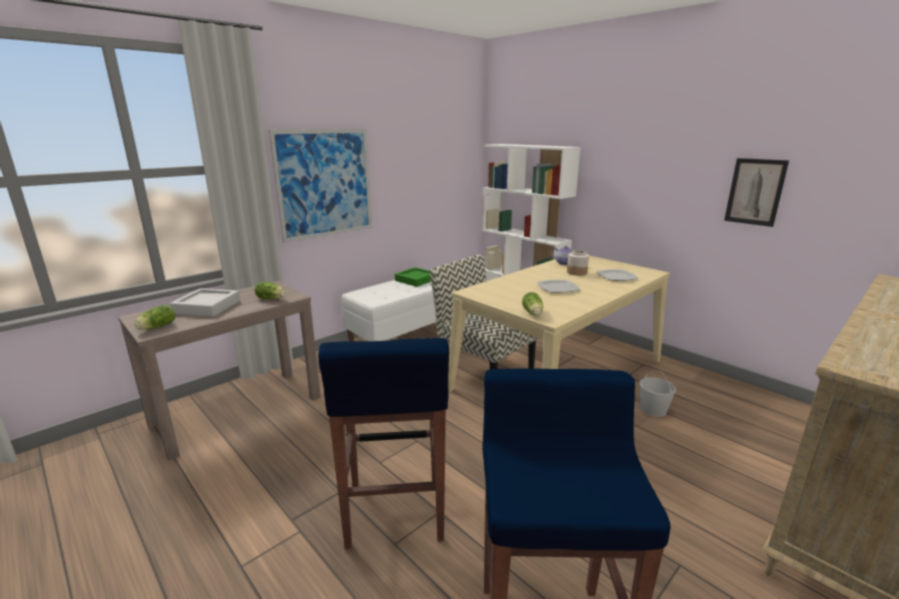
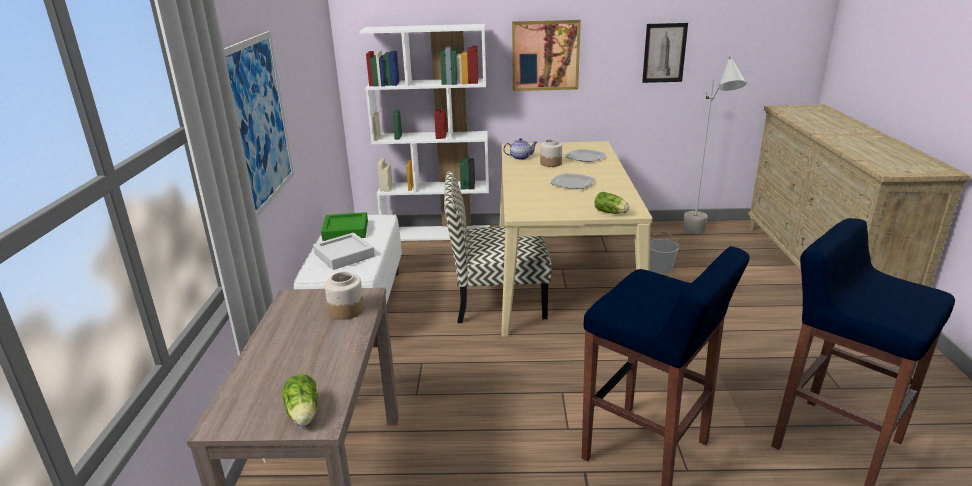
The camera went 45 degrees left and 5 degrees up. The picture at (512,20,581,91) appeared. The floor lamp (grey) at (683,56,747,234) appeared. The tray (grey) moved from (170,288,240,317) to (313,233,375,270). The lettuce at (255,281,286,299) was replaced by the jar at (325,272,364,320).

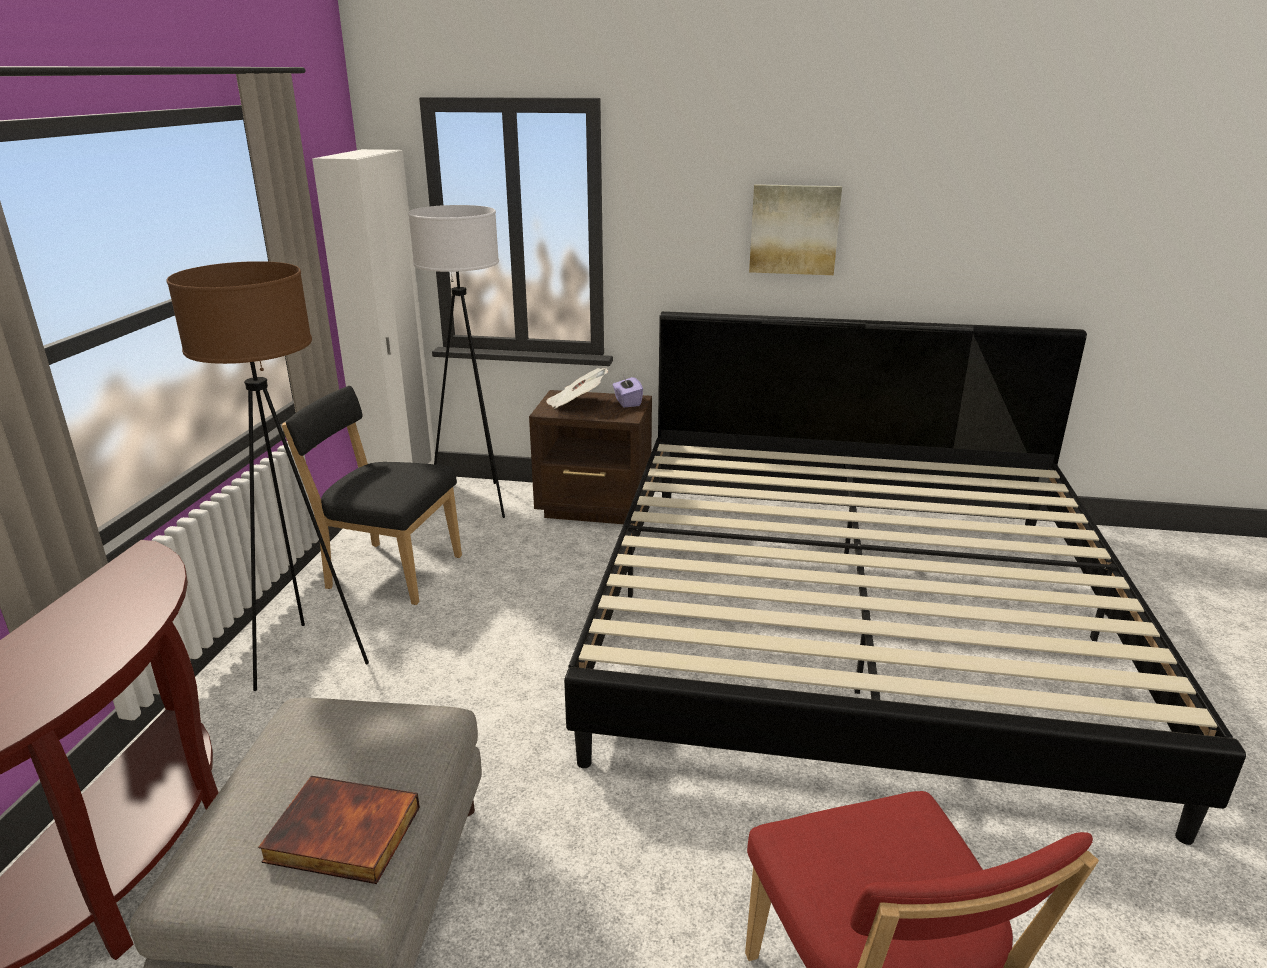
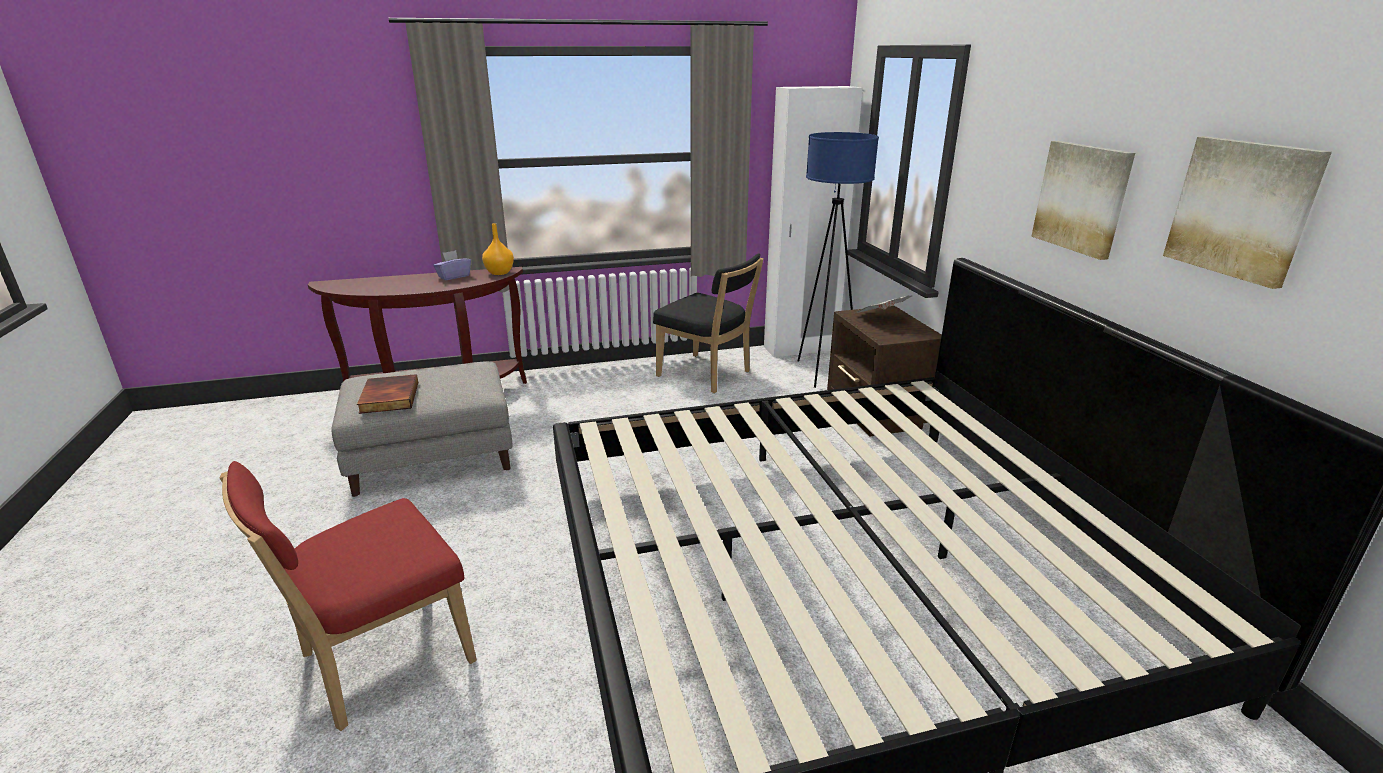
The camera went 65 degrees right and 0 degrees up. The floor lamp (brown) at (167,261,369,691) disappeared. The vase (orange) at (482,223,514,275) appeared. The picture at (1163,136,1332,289) appeared. The tissue box (purple) moved from (613,375,643,407) to (433,250,471,280). The floor lamp (white) at (408,205,505,518) became the floor lamp (blue) at (797,132,879,388). The chair (black) at (282,386,462,605) turned 135 degrees clockwise.

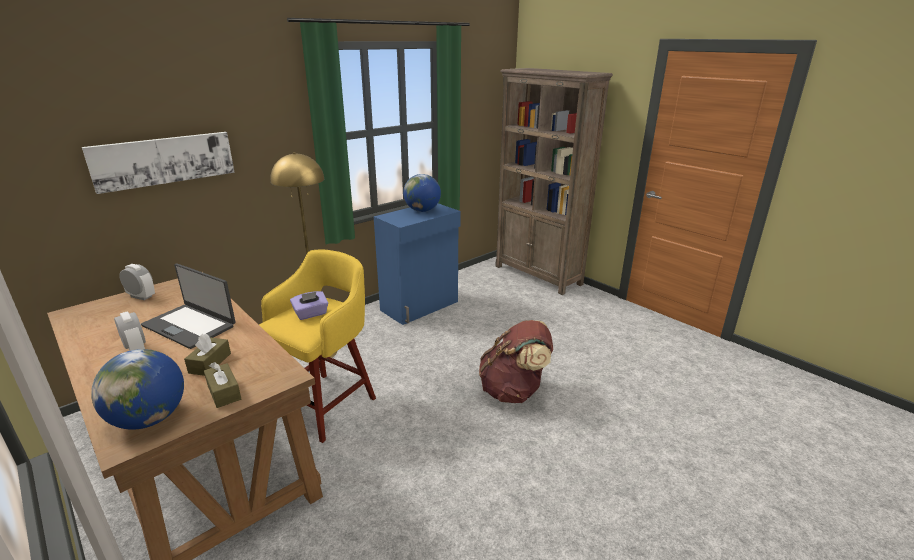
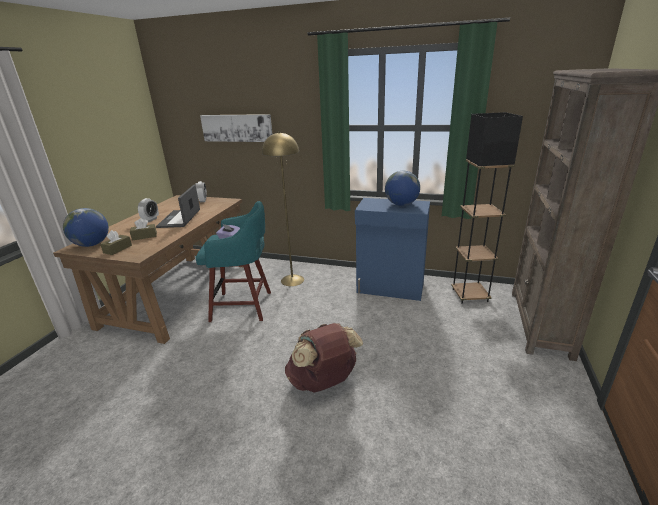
The camera went 60 degrees right and 0 degrees up. The floor lamp (black) at (451,112,523,304) appeared. The stool (yellow) at (259,250,376,443) became the stool (turquoise) at (195,201,271,322).

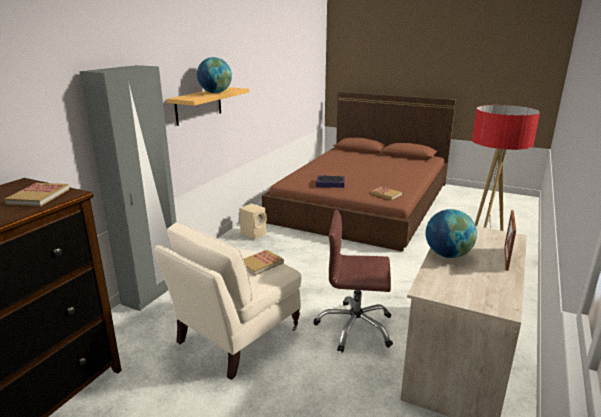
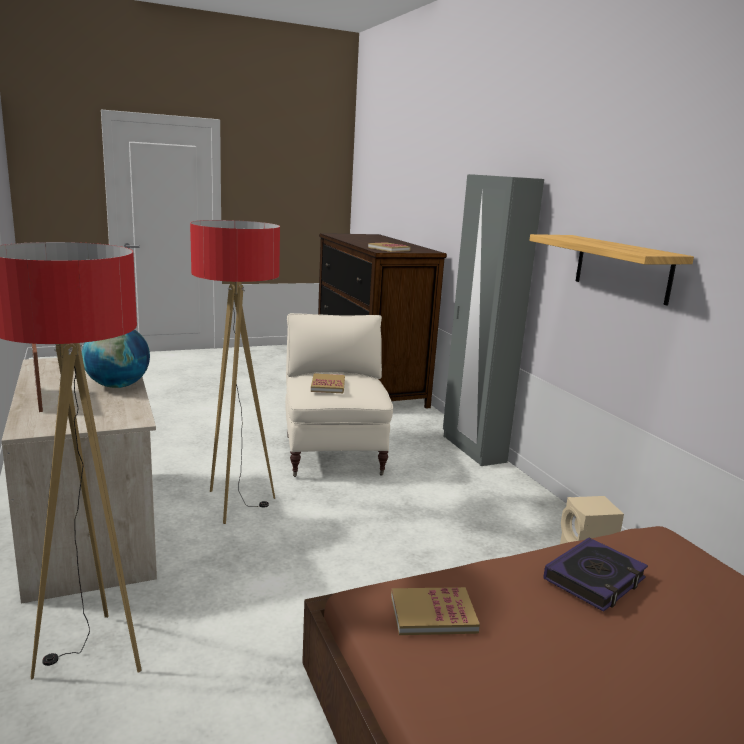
The camera went 130 degrees right and 5 degrees down. The globe at (197,57,232,93) disappeared. The office chair (brown) at (313,210,393,353) was replaced by the floor lamp at (190,220,280,524).

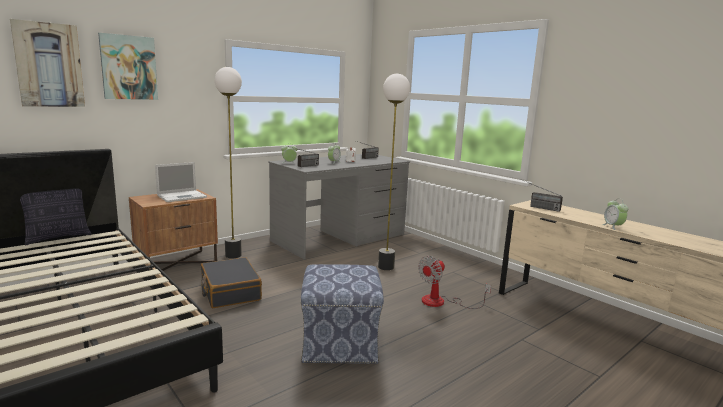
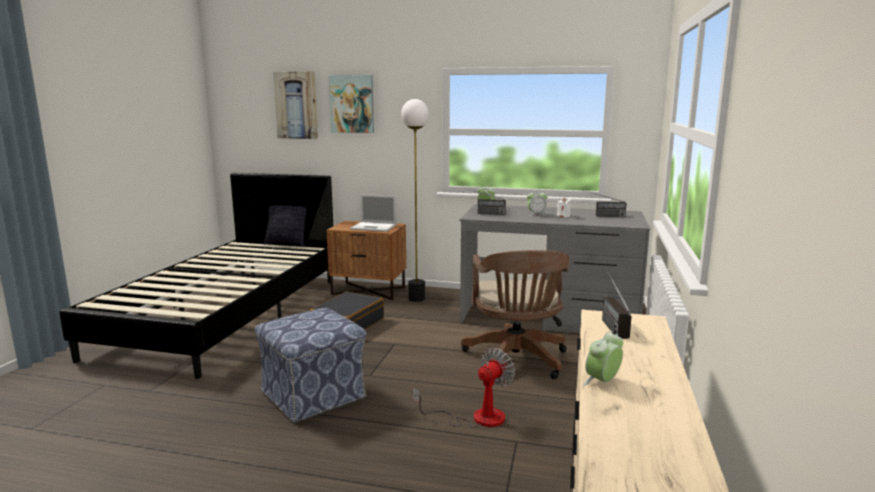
The camera went 55 degrees right and 0 degrees up. The floor lamp at (378,73,410,270) was replaced by the office chair (brown) at (461,250,570,379). The fan at (418,256,491,309) turned 120 degrees clockwise.

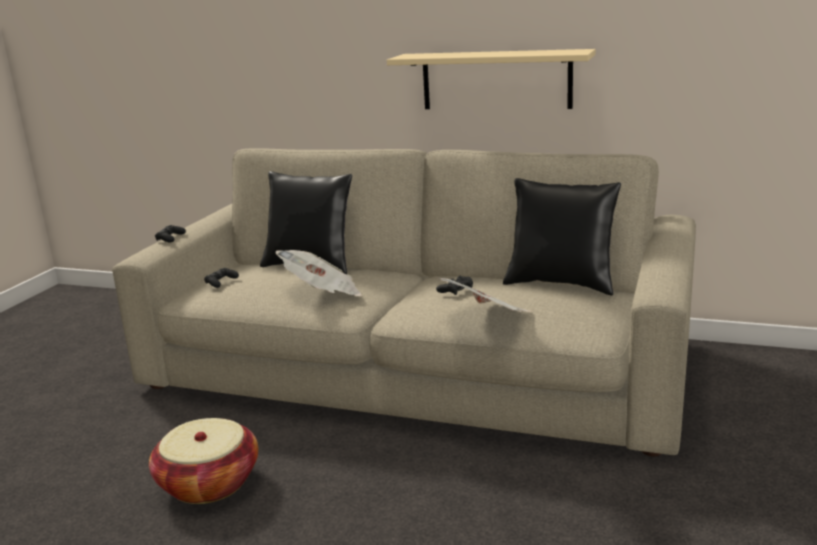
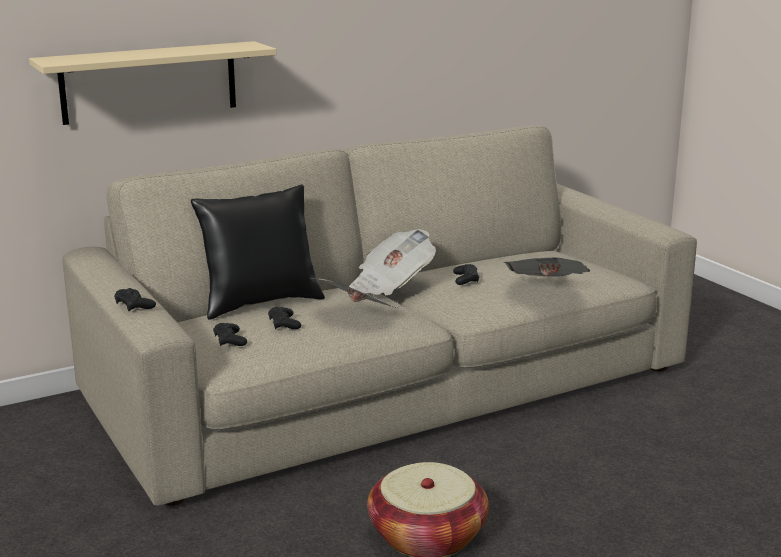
The camera went 50 degrees left and 0 degrees up. The pillow (black) at (503,178,621,295) disappeared. The game controller (black) at (268,307,301,329) appeared. The newspaper at (349,229,436,295) appeared. The shelf (beige) moved from (387,49,596,109) to (29,41,276,125).

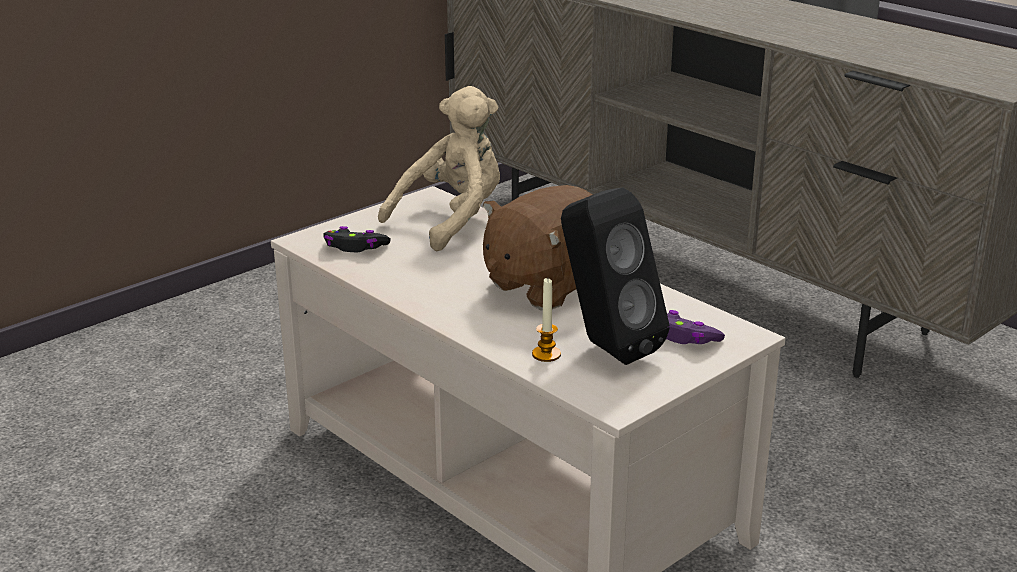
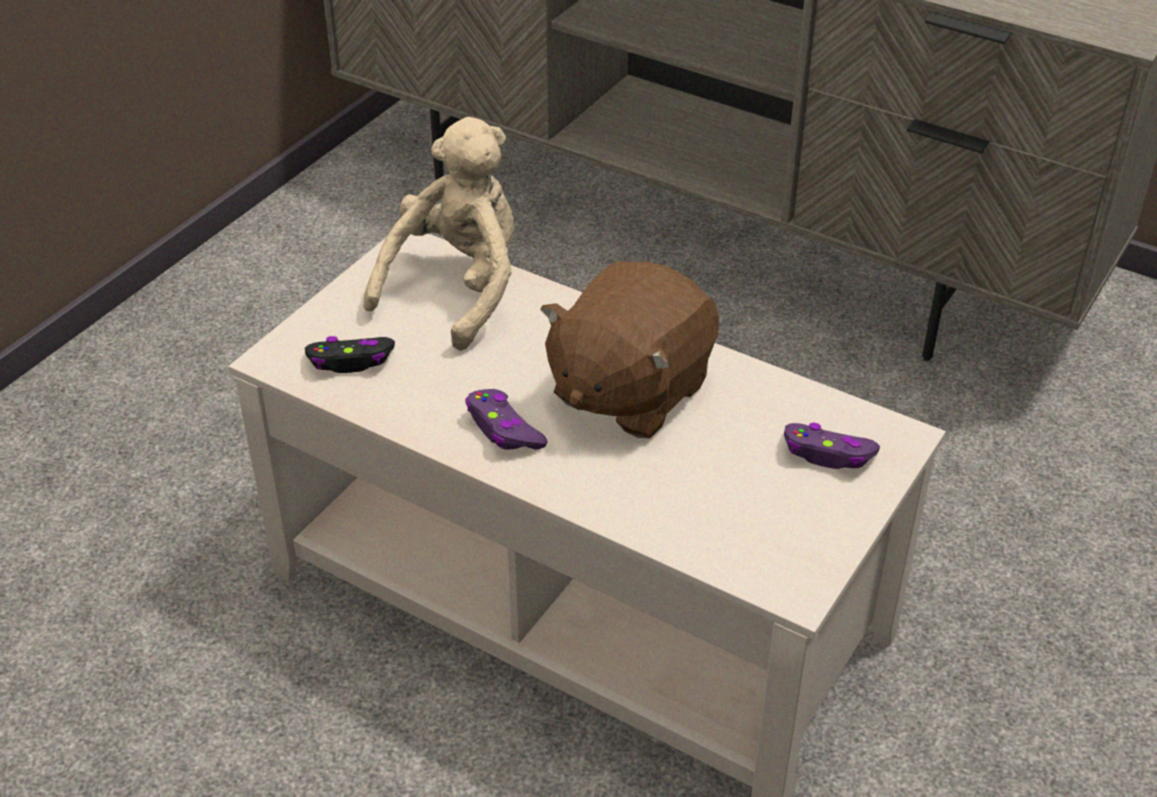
The camera went 15 degrees left and 15 degrees up. The candle at (532,278,561,362) disappeared. The speaker (black) at (561,187,669,365) disappeared. The game controller (purple) at (465,389,548,450) appeared.

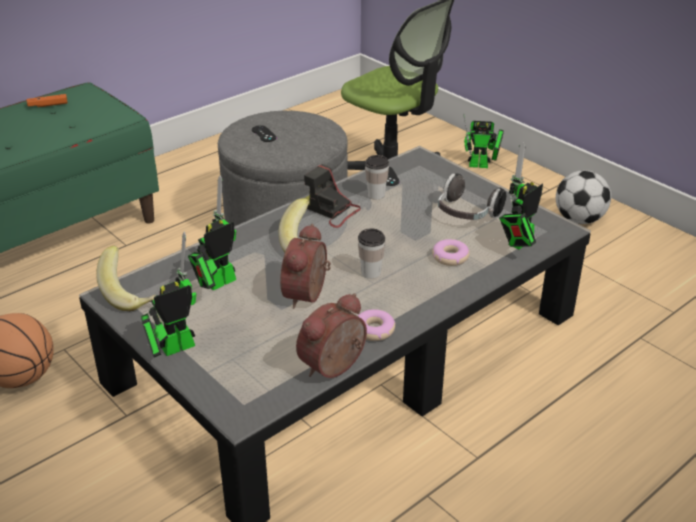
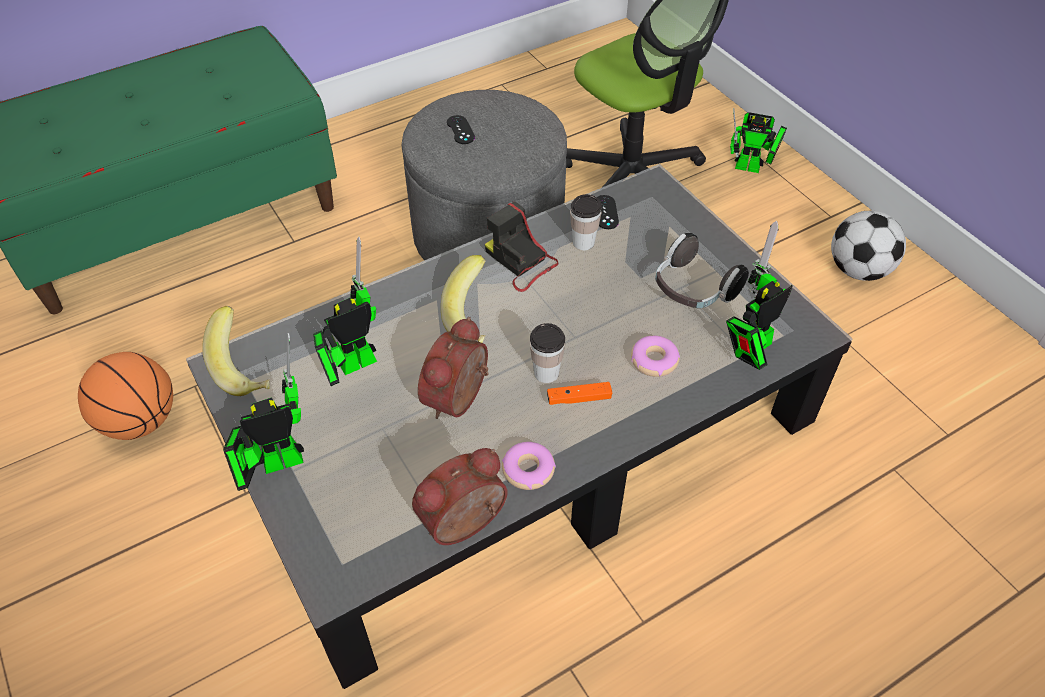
The camera went 10 degrees right and 15 degrees up. The game controller (orange) moved from (27,94,68,107) to (547,382,612,405).

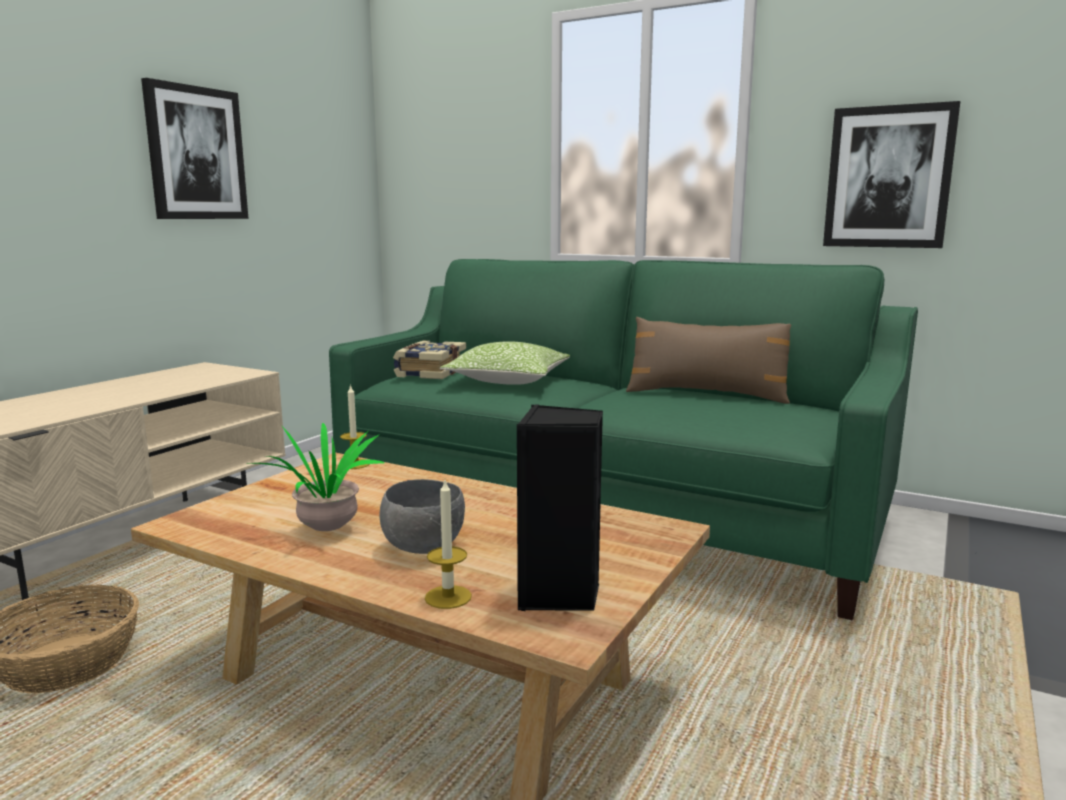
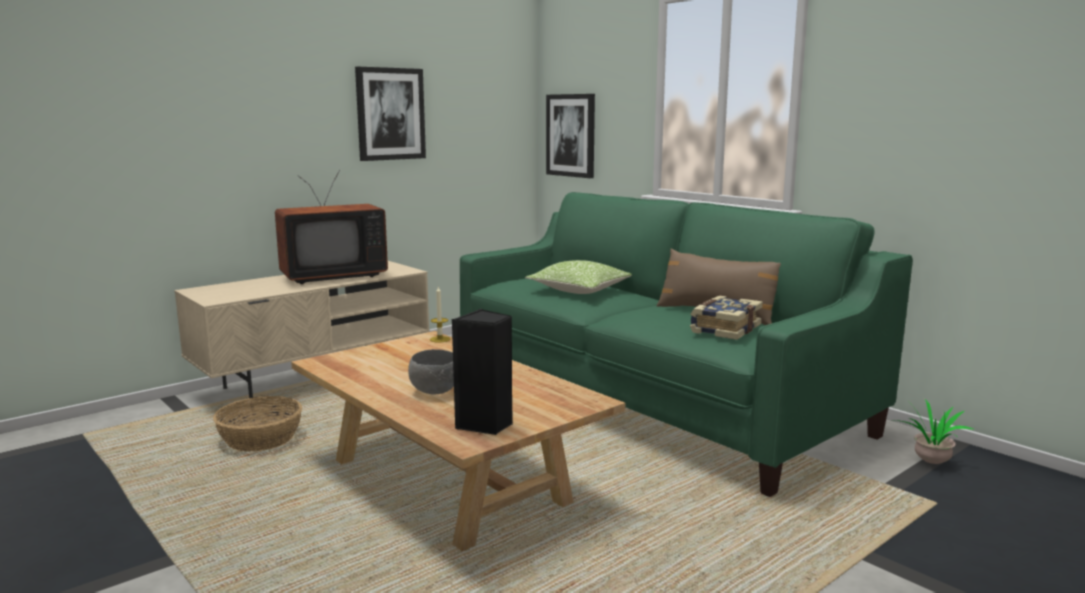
The camera went 20 degrees right and 0 degrees up. The candle at (425,480,472,609) disappeared. The television at (275,170,388,284) appeared. The potted plant moved from (246,423,385,531) to (895,399,974,464). The book moved from (393,341,466,379) to (690,296,763,340). The picture moved from (823,101,960,248) to (546,94,595,178).

